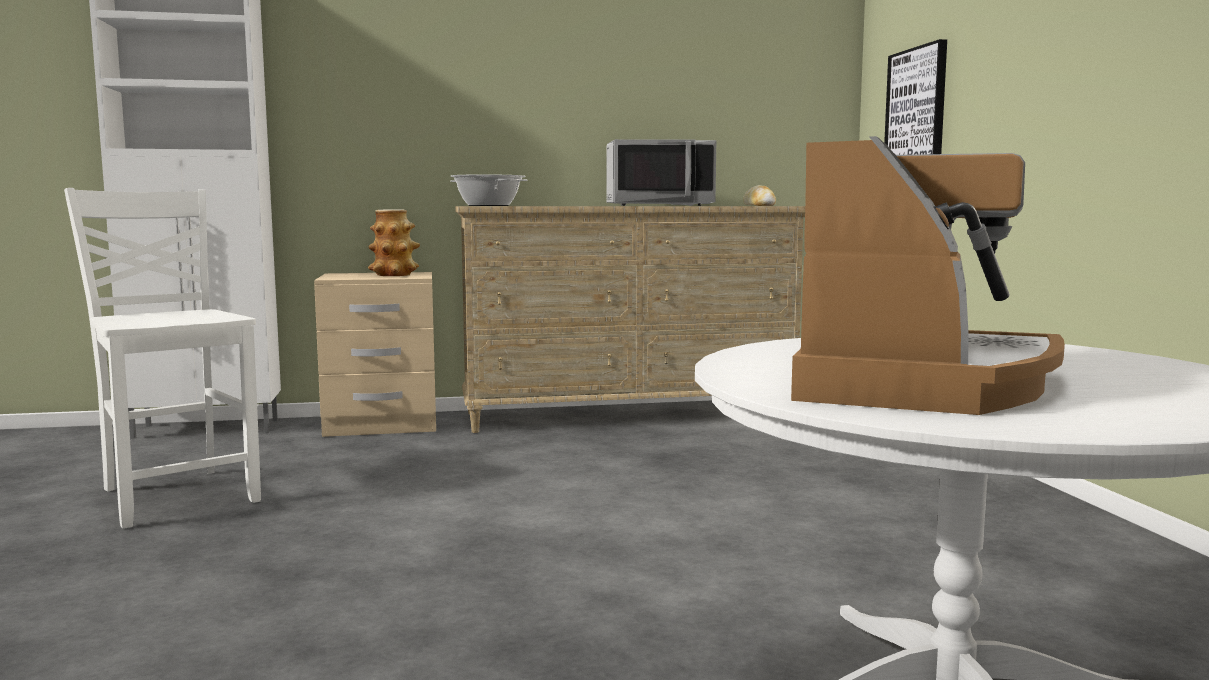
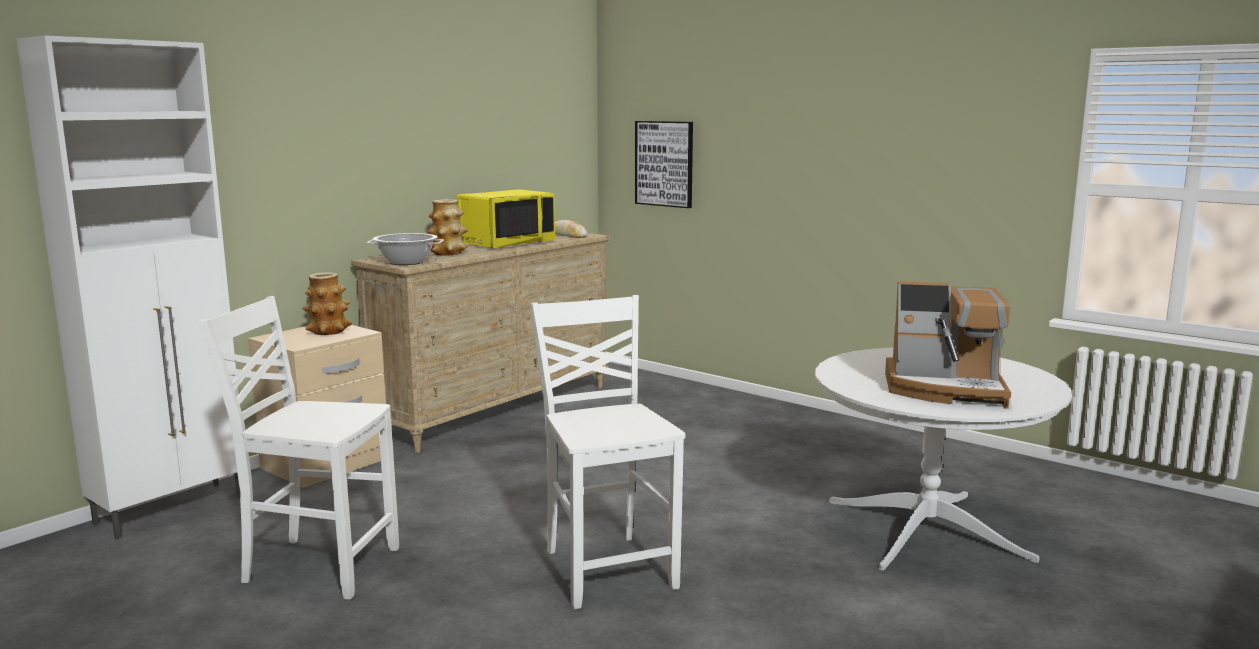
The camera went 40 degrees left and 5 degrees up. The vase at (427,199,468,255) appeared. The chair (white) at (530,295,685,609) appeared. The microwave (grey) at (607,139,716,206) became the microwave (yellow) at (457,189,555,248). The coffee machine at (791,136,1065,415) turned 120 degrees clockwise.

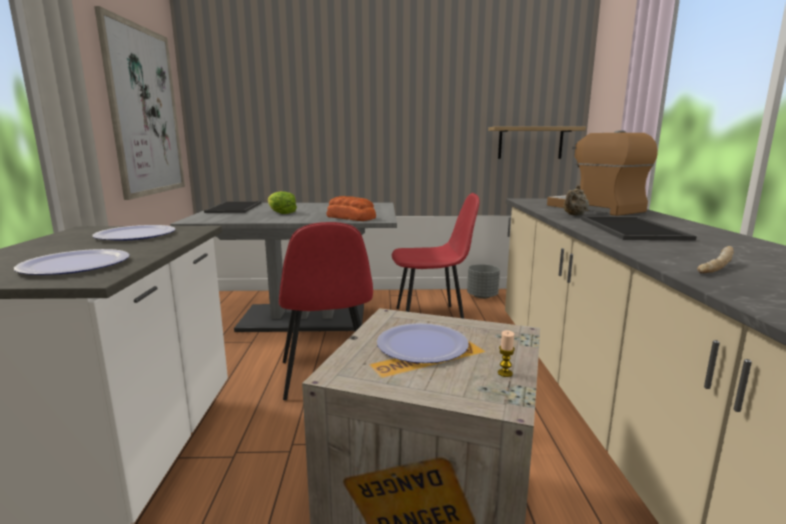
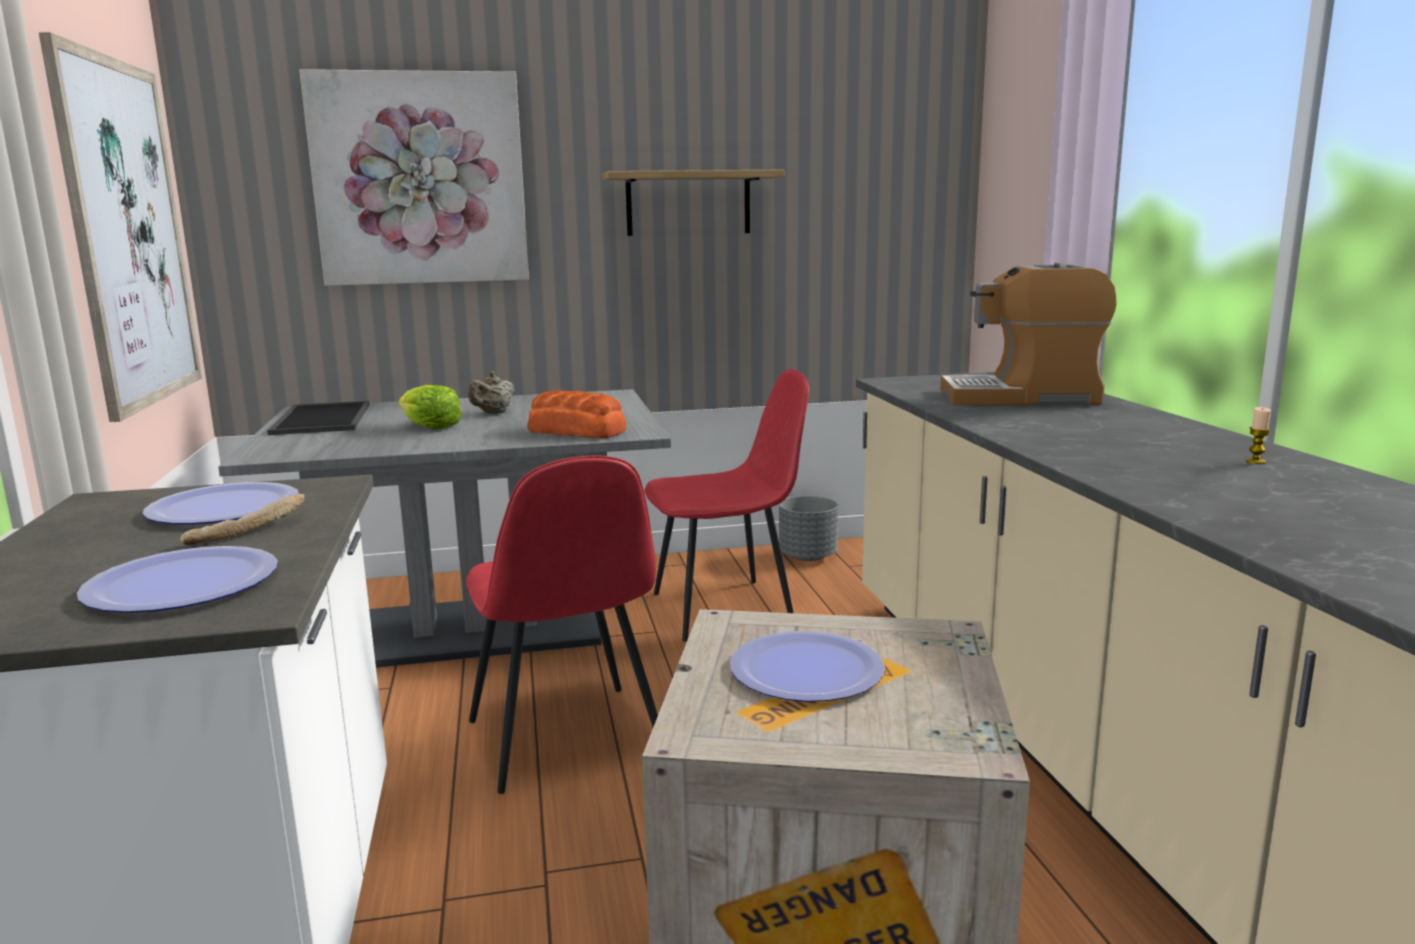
The camera went 10 degrees left and 0 degrees up. The tray at (581,216,697,241) disappeared. The picture at (299,69,529,286) appeared. The shelf moved from (488,127,586,159) to (602,170,785,236). The candle moved from (498,330,515,377) to (1245,407,1271,464). The teapot (beige) moved from (563,185,589,216) to (468,371,514,414). The bread moved from (697,246,734,274) to (180,494,305,545). The coffee machine at (547,131,658,216) turned 45 degrees counterclockwise.

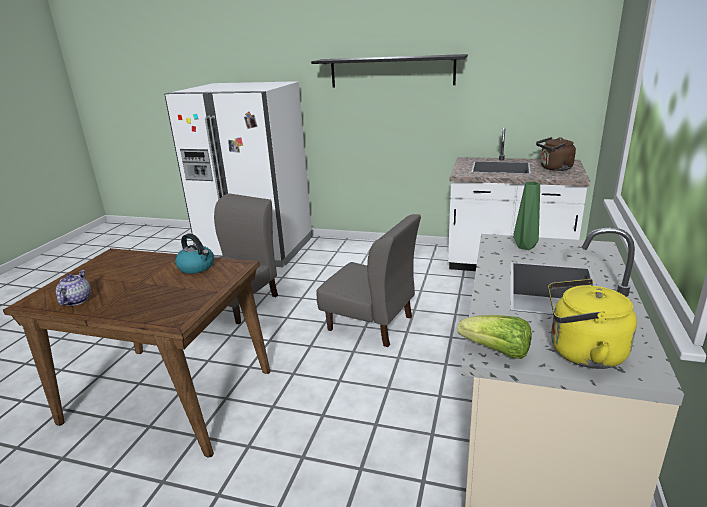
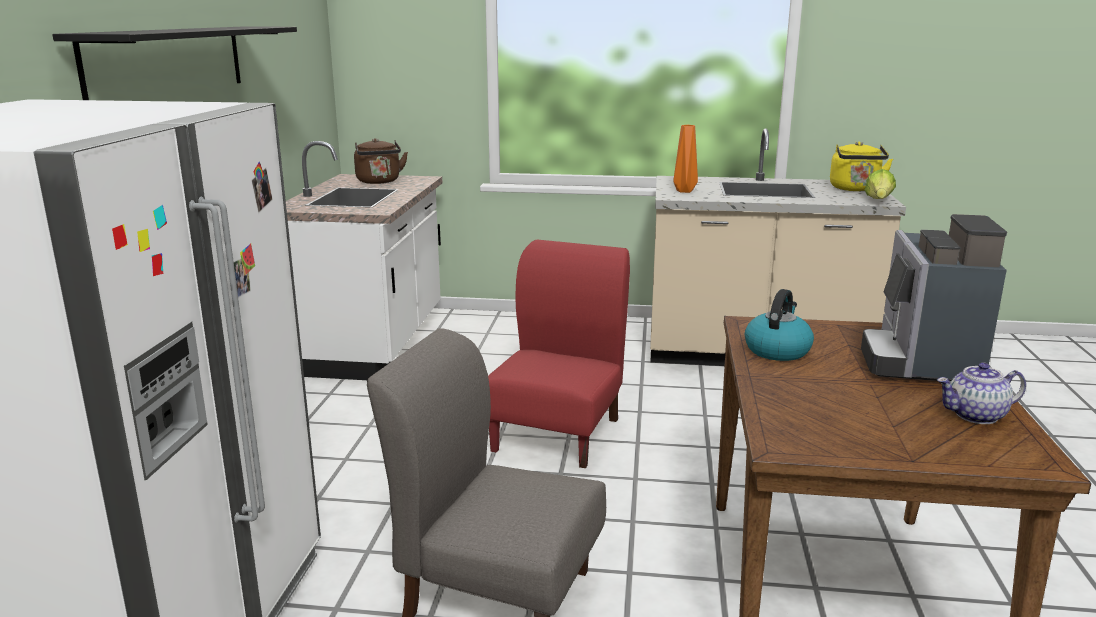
The camera went 100 degrees left and 5 degrees down. The coffee machine at (861,214,1007,382) appeared. The chair (grey) at (317,214,421,347) became the chair (red) at (488,239,630,468). The vase (green) at (513,181,540,250) became the vase (orange) at (673,125,698,193).

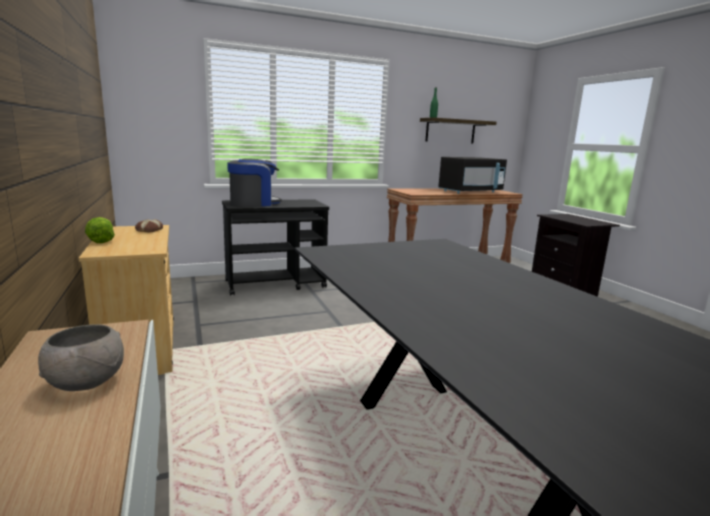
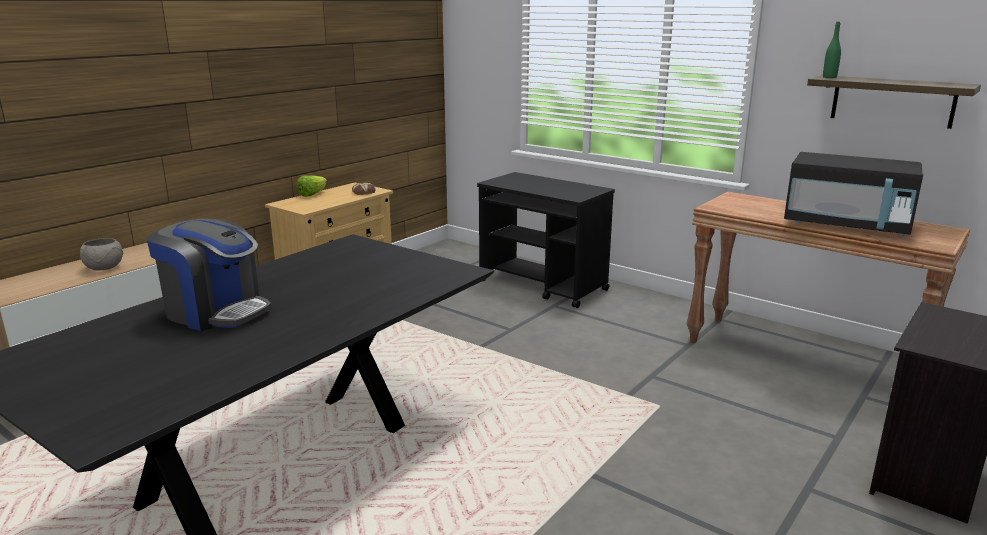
The camera went 60 degrees right and 5 degrees up. The coffee machine moved from (227,158,282,207) to (146,219,272,331).

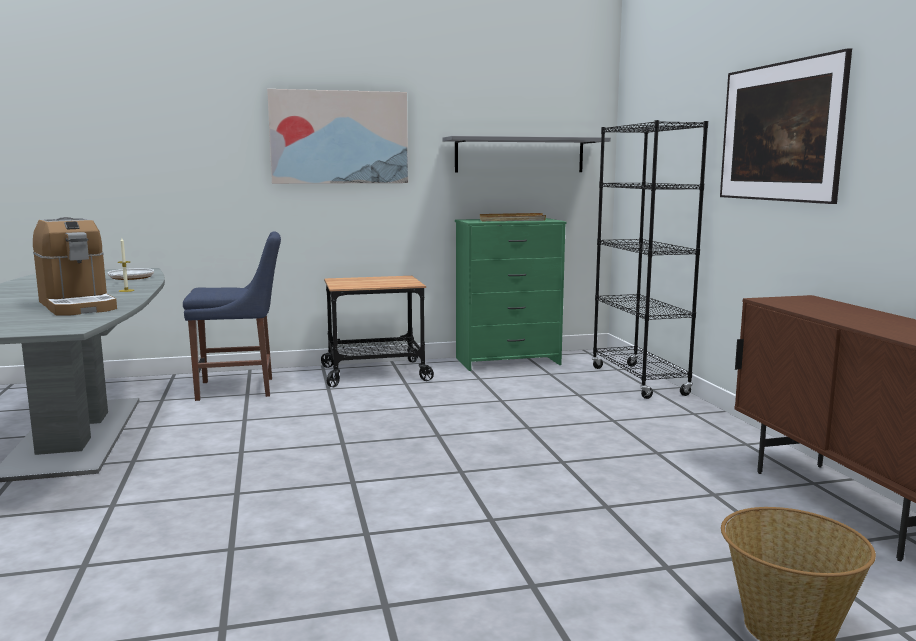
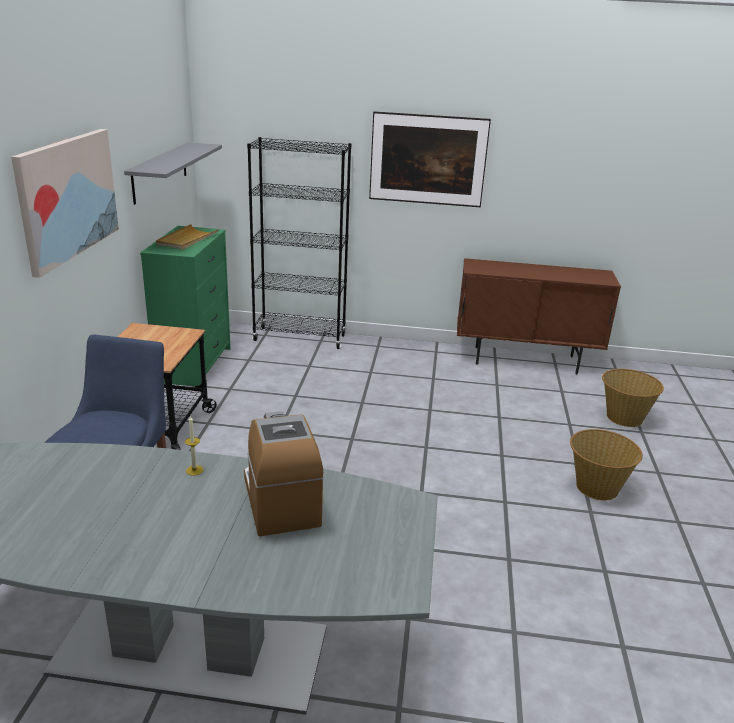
The camera went 70 degrees left and 15 degrees up. The frying pan at (107,268,154,280) disappeared. The basket at (570,429,643,500) appeared. The coffee machine at (33,217,117,315) turned 90 degrees counterclockwise.

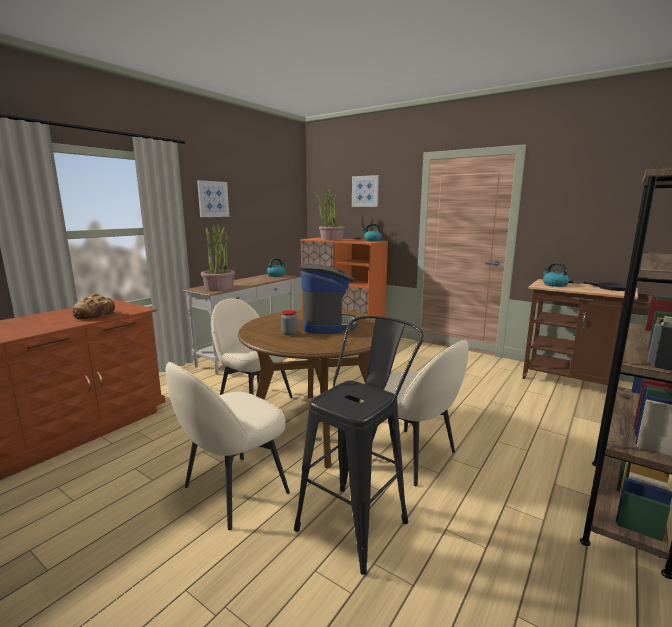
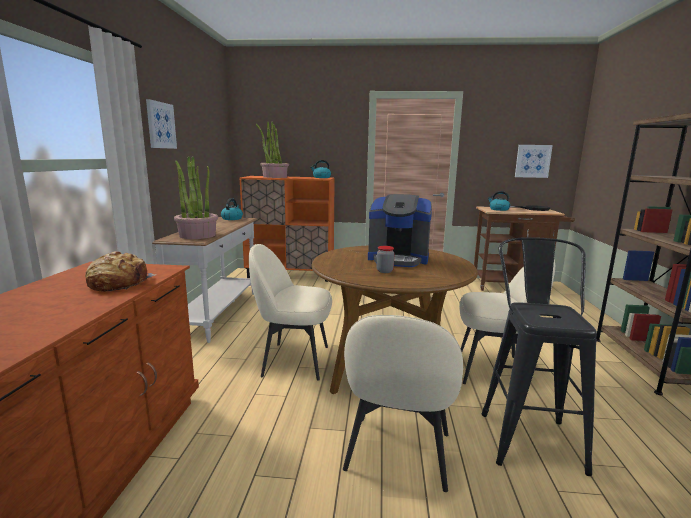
The camera went 30 degrees left and 0 degrees up. The picture moved from (352,175,379,207) to (515,145,553,178). The coffee machine at (298,264,358,334) turned 135 degrees clockwise.

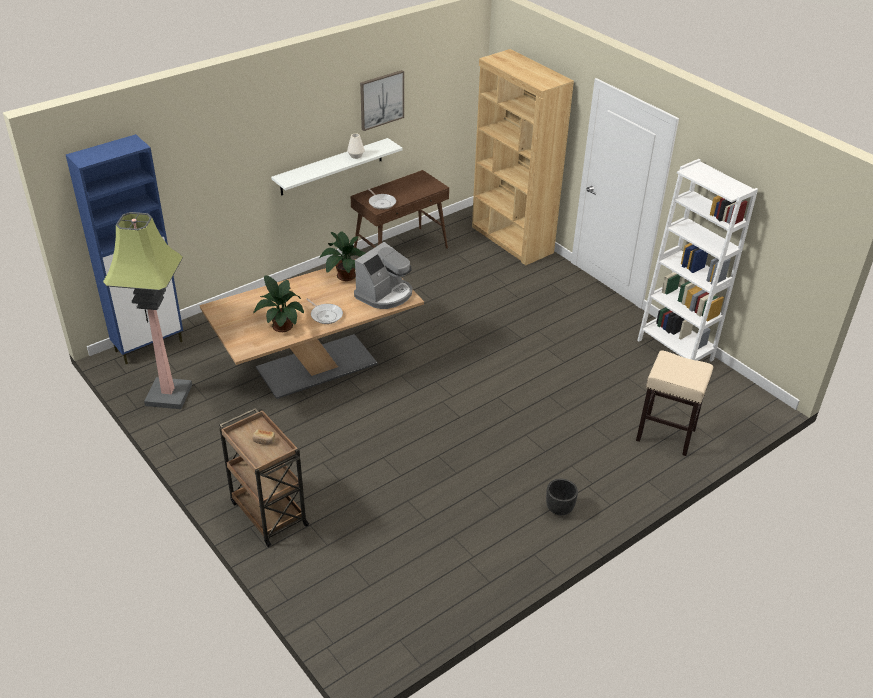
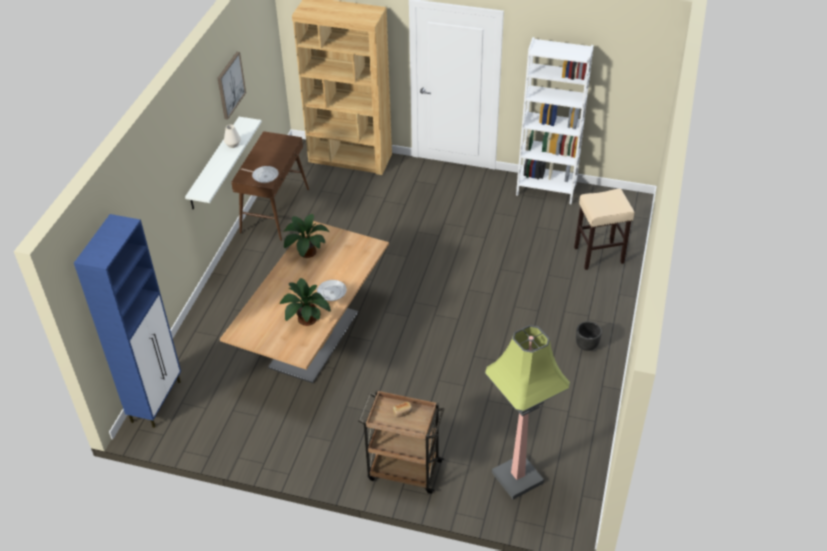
The camera went 35 degrees left and 5 degrees up. The coffee machine at (354,242,412,309) disappeared. The floor lamp moved from (103,212,192,409) to (485,325,570,500).

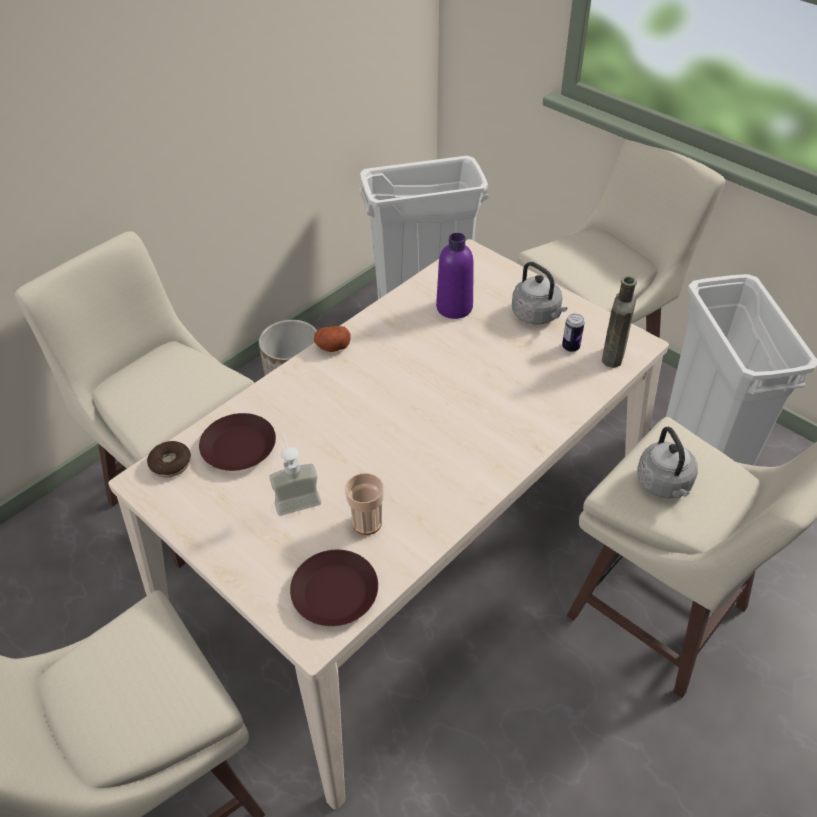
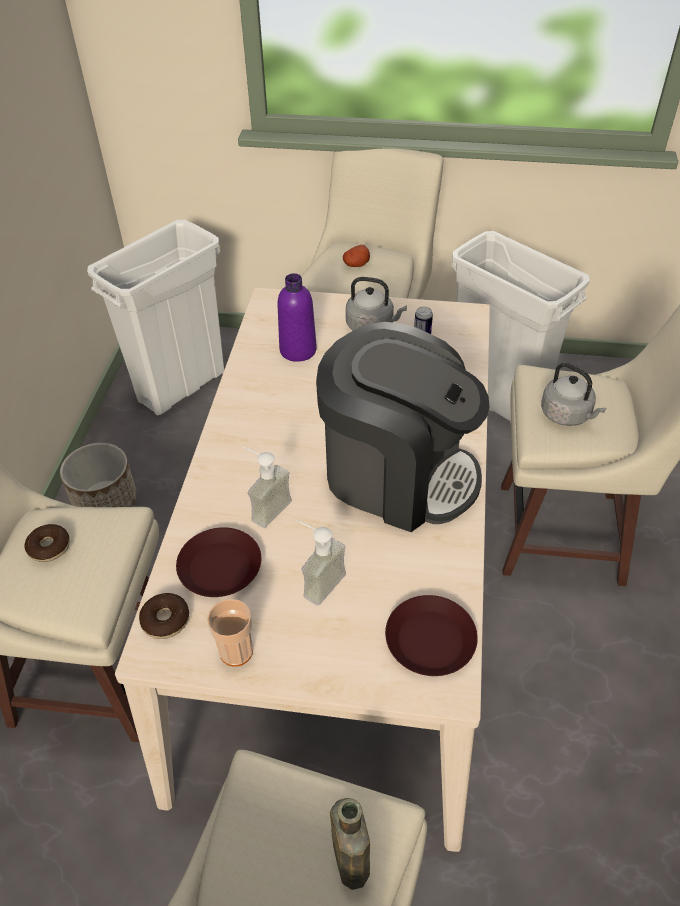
The camera went 35 degrees left and 0 degrees up. The donut at (24,524,70,562) appeared. The soap dispenser at (243,446,292,528) appeared. The coffee machine at (316,322,490,532) appeared. The potato moved from (314,326,351,352) to (343,245,370,267). The cup moved from (345,473,384,535) to (207,599,253,667). The bottle (brown) moved from (602,276,637,368) to (330,798,370,890).

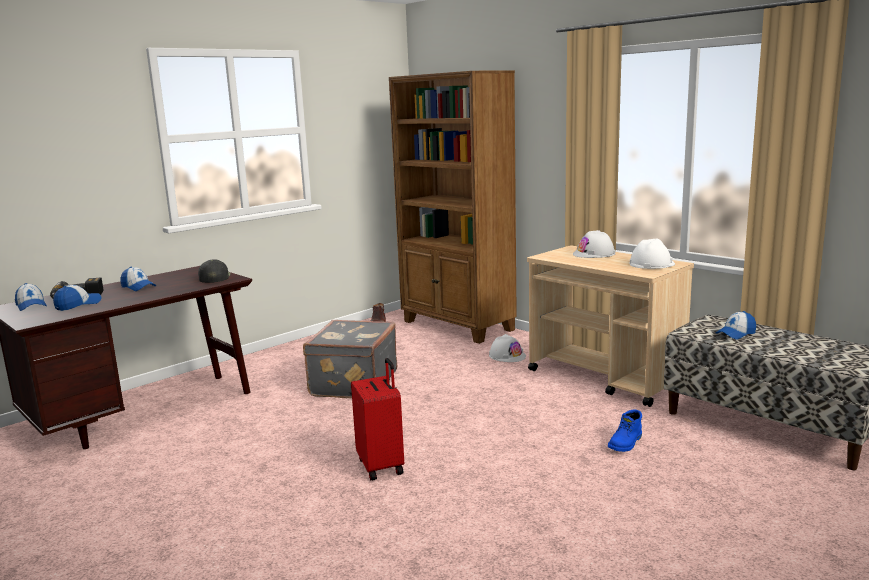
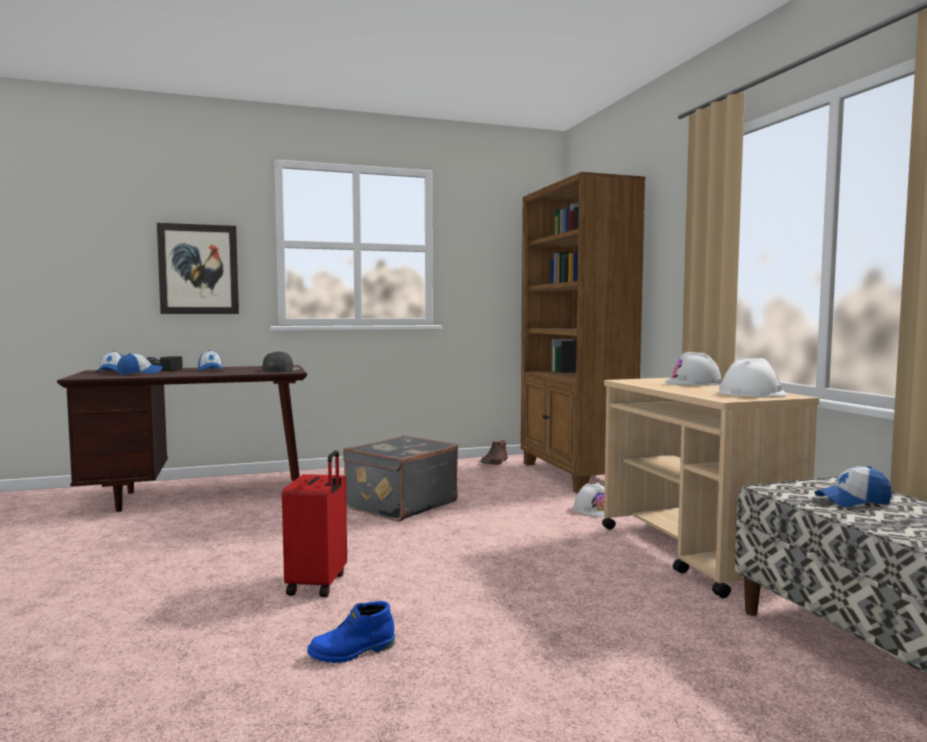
The camera went 25 degrees right and 10 degrees down. The picture at (157,223,239,314) appeared. The boot (blue) moved from (608,409,642,452) to (307,601,395,663).

